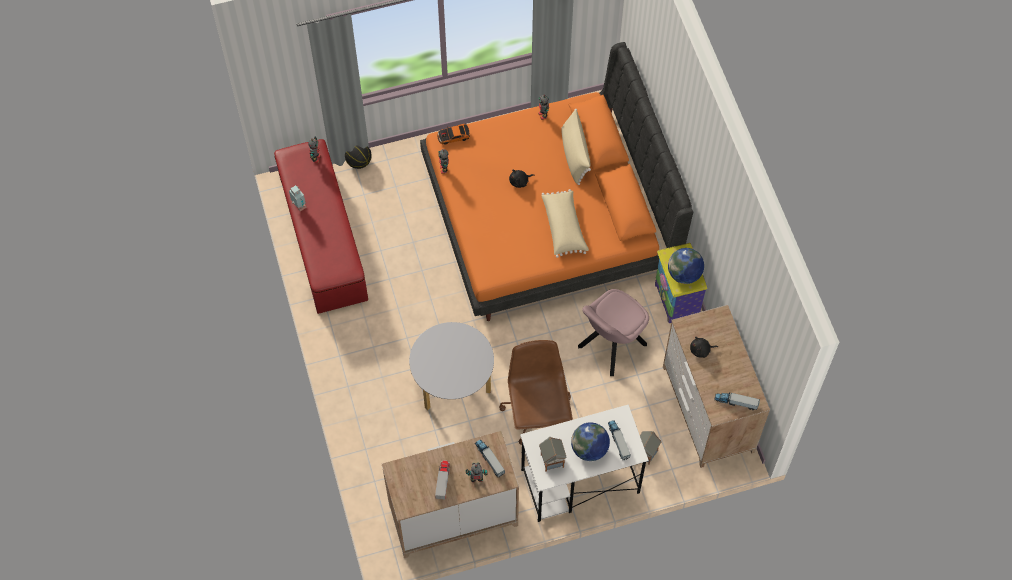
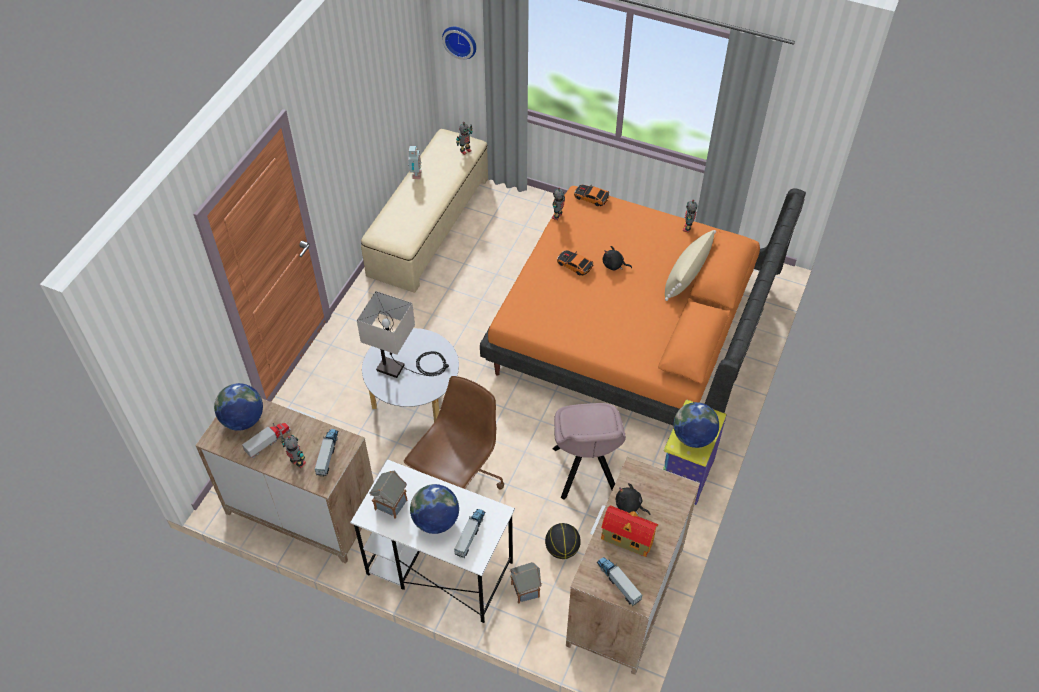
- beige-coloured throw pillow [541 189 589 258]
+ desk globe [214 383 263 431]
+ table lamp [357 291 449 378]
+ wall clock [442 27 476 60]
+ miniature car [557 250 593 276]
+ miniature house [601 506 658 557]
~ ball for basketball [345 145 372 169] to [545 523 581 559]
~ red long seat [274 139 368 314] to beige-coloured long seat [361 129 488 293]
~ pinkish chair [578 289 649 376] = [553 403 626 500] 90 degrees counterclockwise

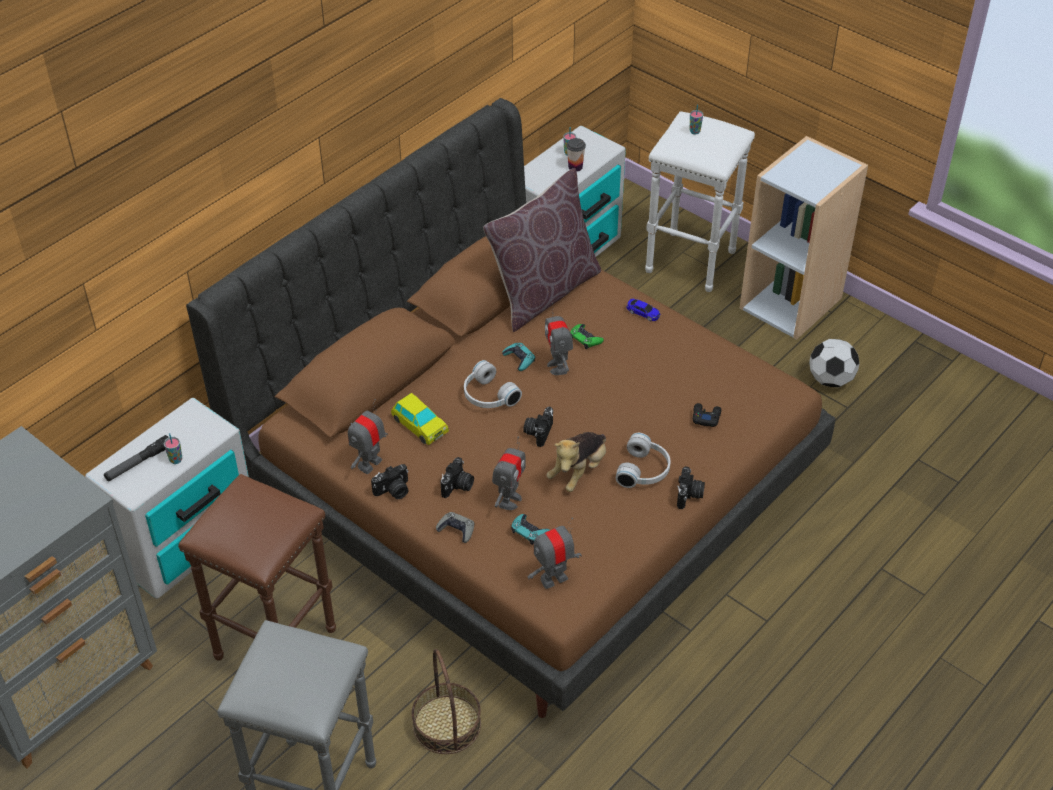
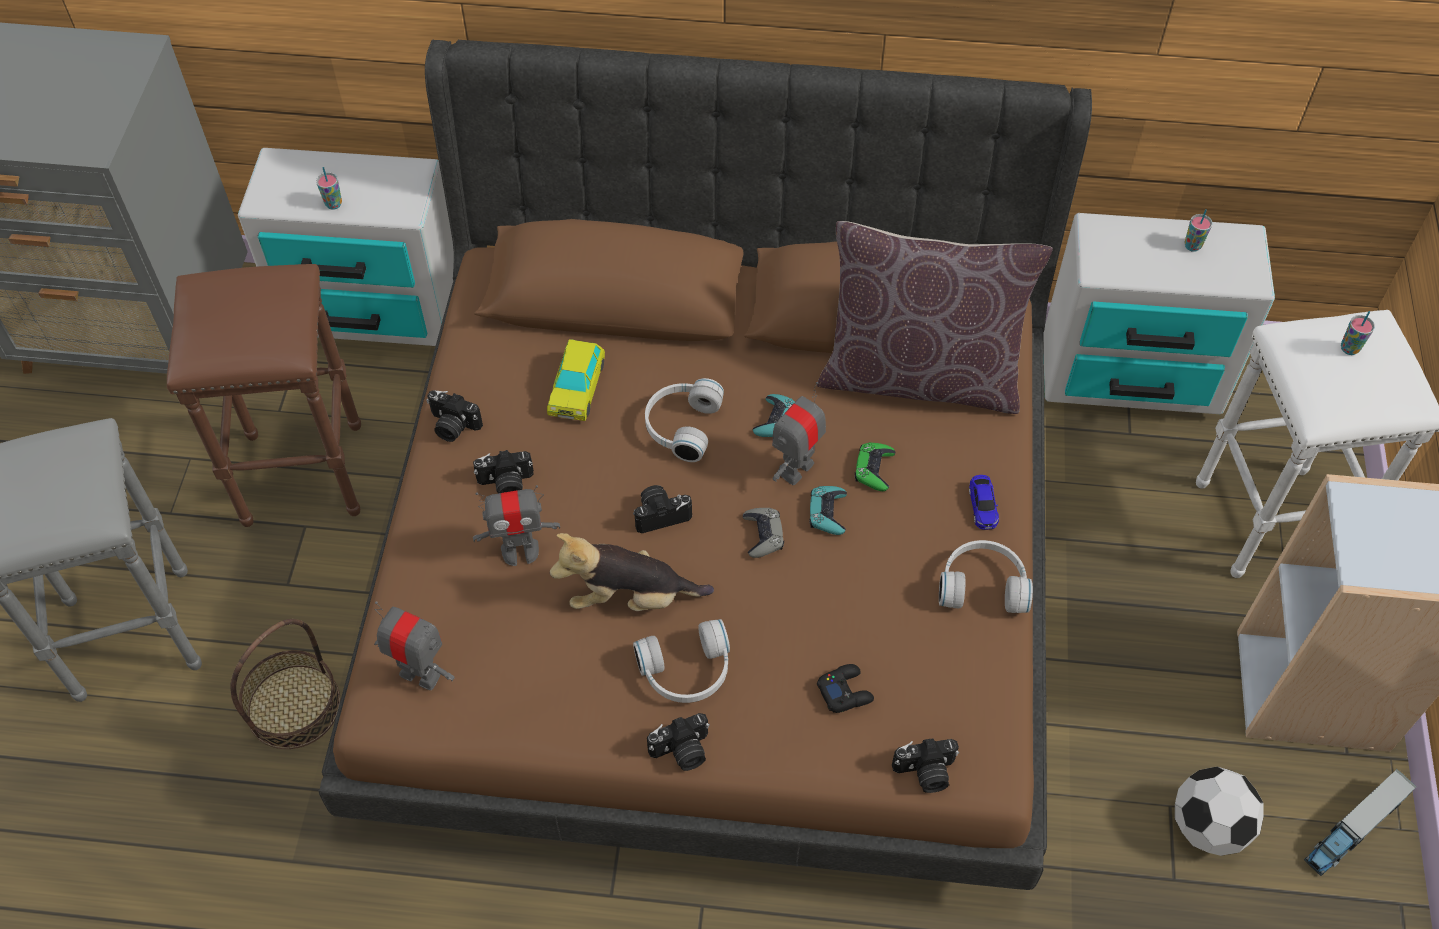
- hand torch [104 435 169 482]
- toy robot [348 399 388 474]
- drinking cup [567 138 586 172]
+ photo camera [892 739 959 793]
+ whitish headphones [939 540 1033 613]
+ toy lorry [1304 769 1417 876]
~ gray joypad [436 512 474 543] to [743 508 784 558]
~ blue-green joypad [511 514 550 545] to [809 486 847 535]

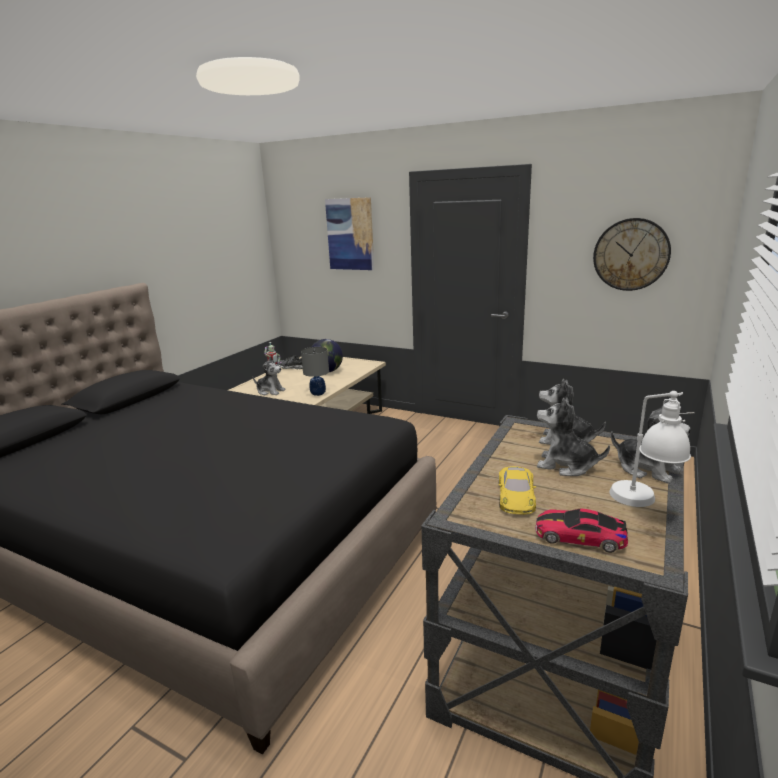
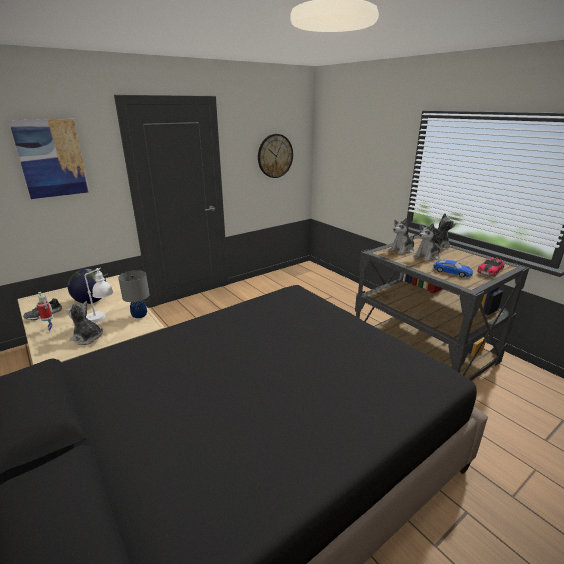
~ whitish table lamp [609 391 695 507] to [85 268 113 323]
~ yellow-coloured miniature car [498 466 536 515] to blue-coloured miniature car [433 260 473 277]
~ cuddly toy [253 356 286 395] = [67 301 103 345] 120 degrees counterclockwise

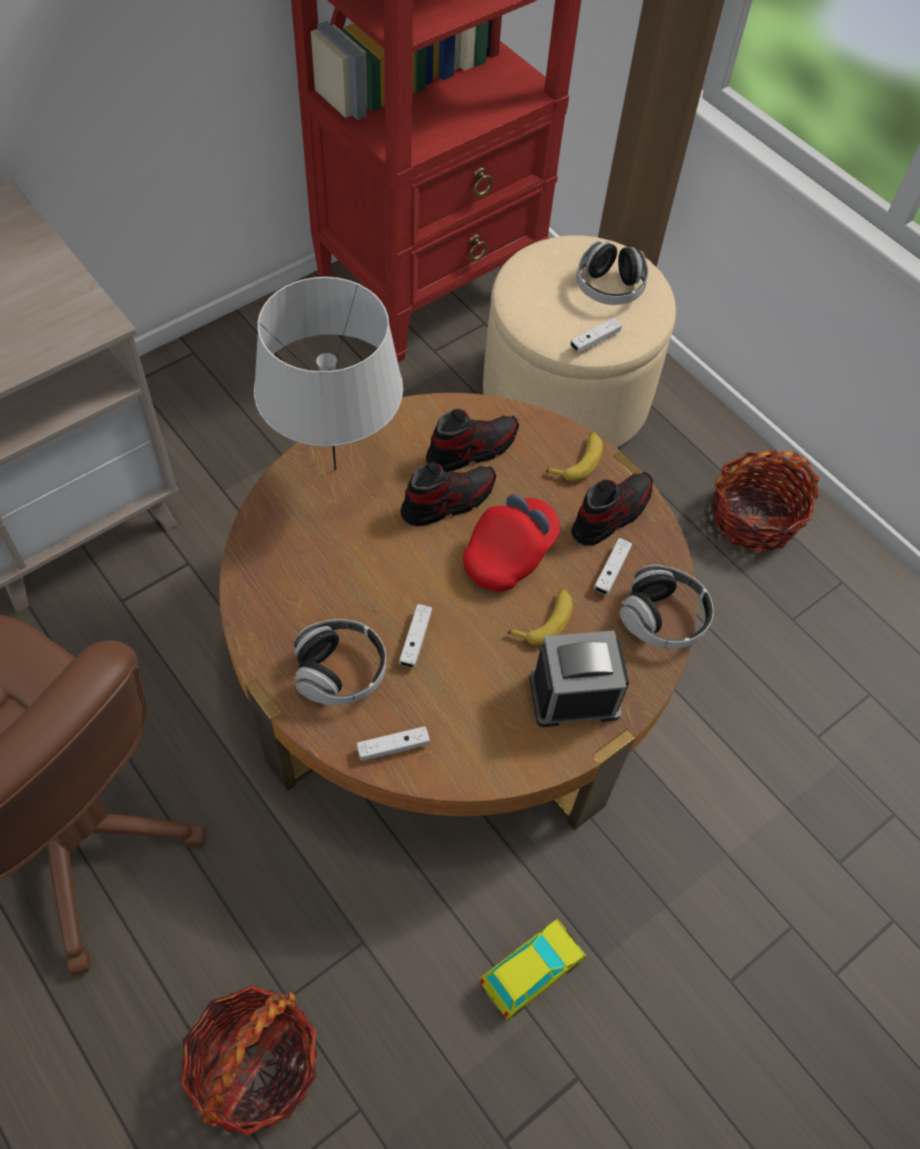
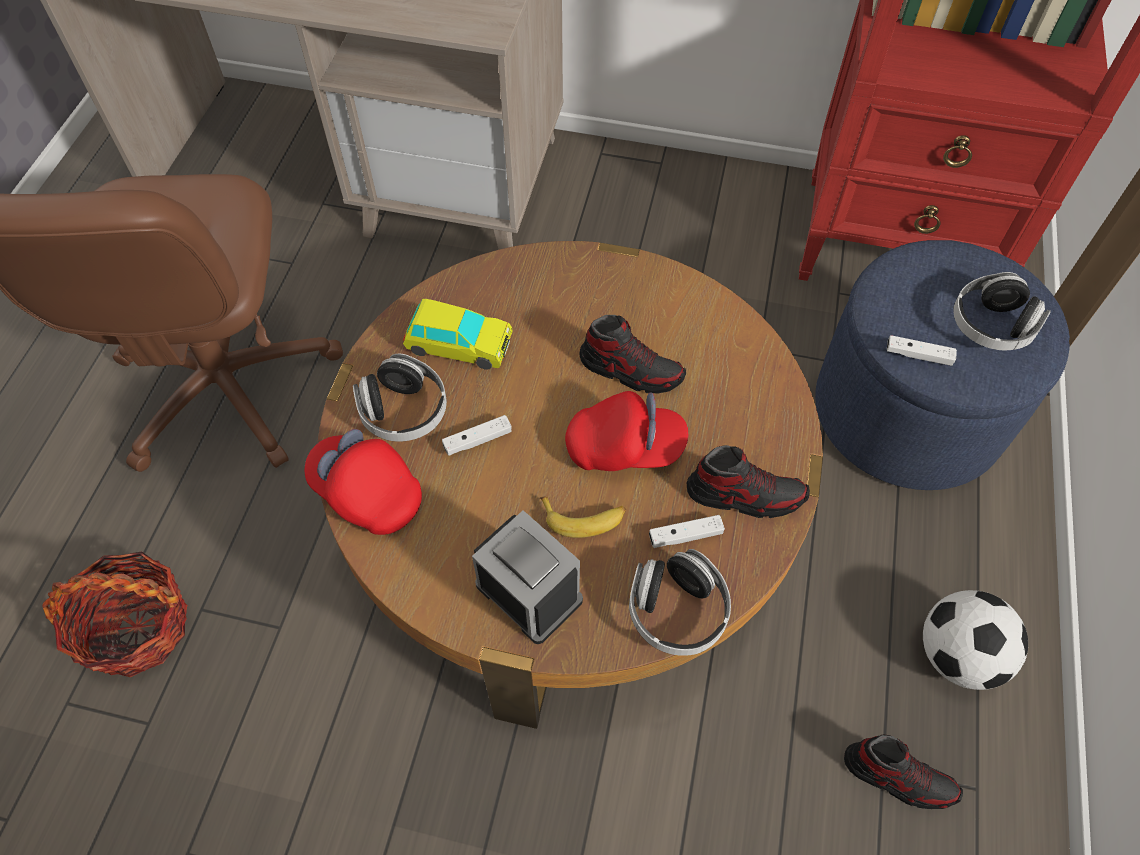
- gray table lamp [254 277 403 471]
- whole banana [545 431 603 481]
~ item of footwear [426 409 519 472] to [844 734 963 809]
~ miniature car [478 919 587 1020] to [403 299 513 370]
~ whitish joypad [357 726 430 761] to red peaked cap [304 429 422 535]
~ storage basket [713 450 820 553] to football ball [923 590 1028 690]
~ beige-coloured pouffe [483 235 676 448] to blue-coloured pouffe [815 240 1070 490]

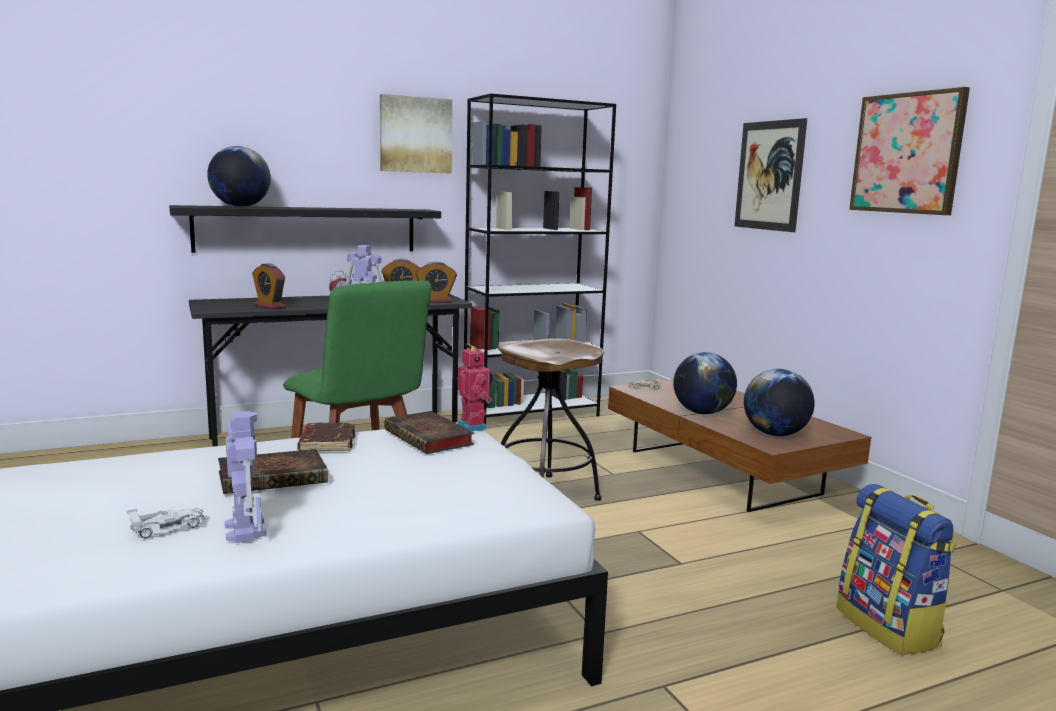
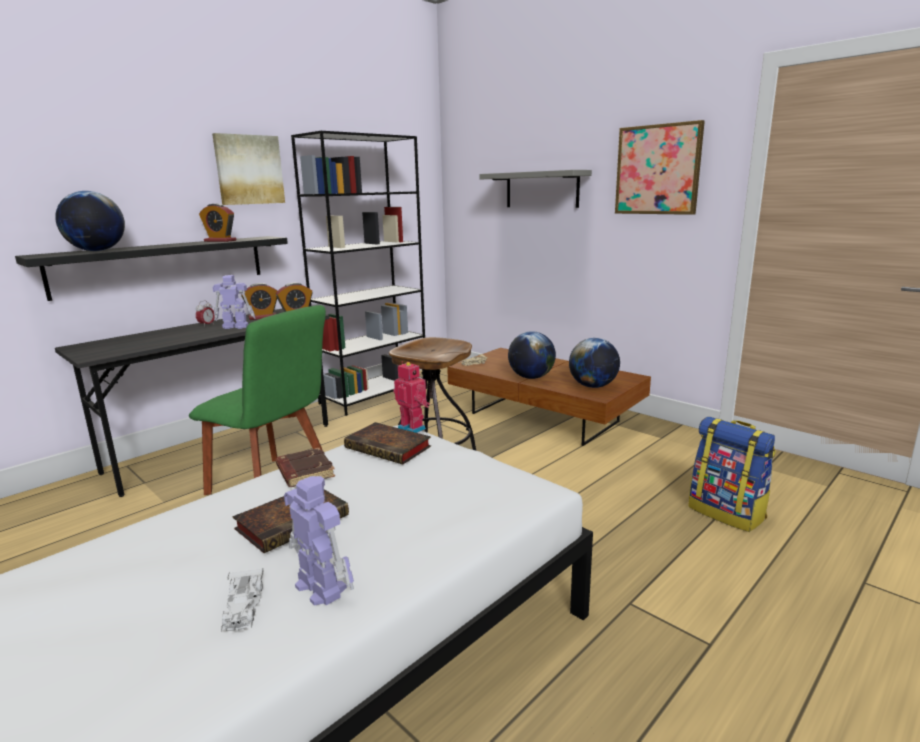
~ alarm clock [252 263 287 310] to [199 204 237 242]
~ picture [734 118 807 232] to gray wall shelf [479 170 592 208]
~ whitish miniature car [127 507 206 538] = [221 569 263 632] 135 degrees clockwise

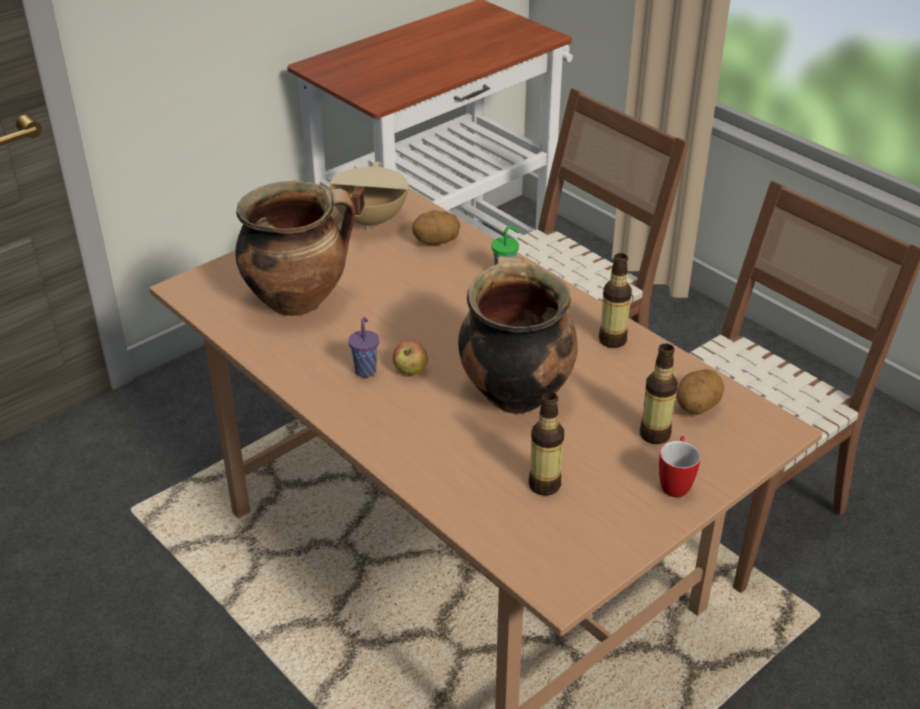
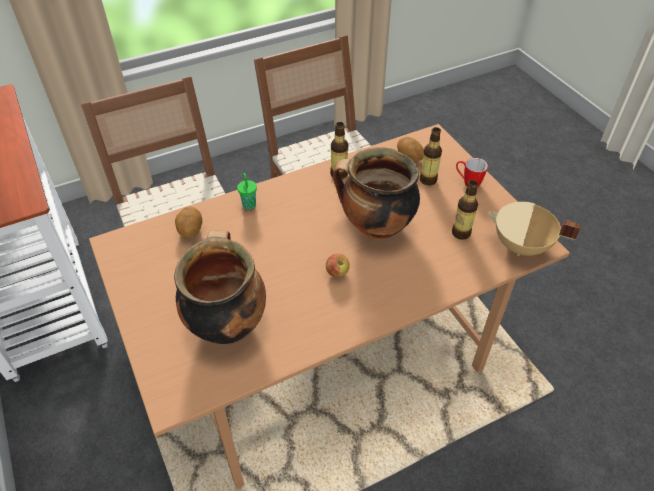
- purplish drinking cup [348 317 379 377]
~ beige-coloured stockpot [329 162 409 230] to [488 202 581 256]

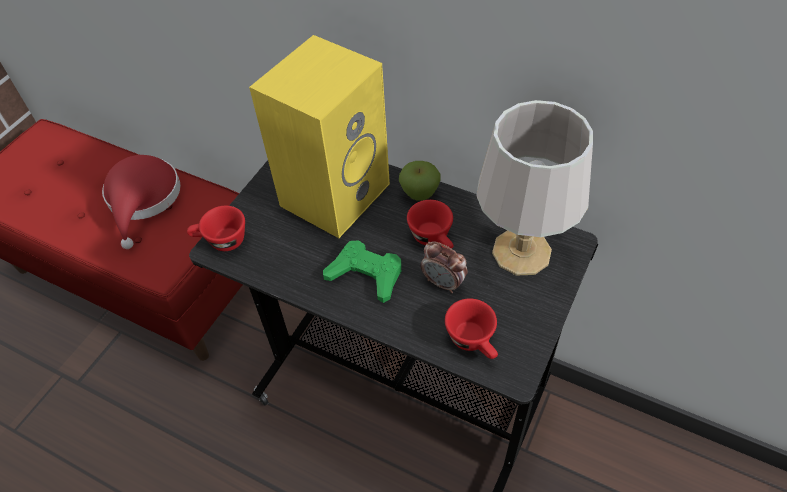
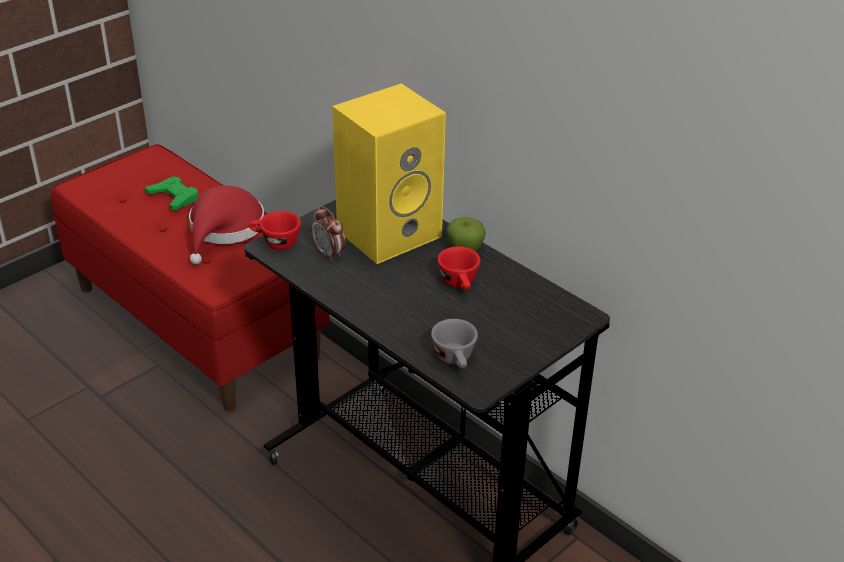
- gray table lamp [476 100 593 276]
~ green-coloured joypad [323 241 401 303] to [145 176 198 210]
~ alarm clock [421 241 467 293] to [312 206 346 261]
~ red drinking cup [445 298 498 359] to gray drinking cup [431 319 478 368]

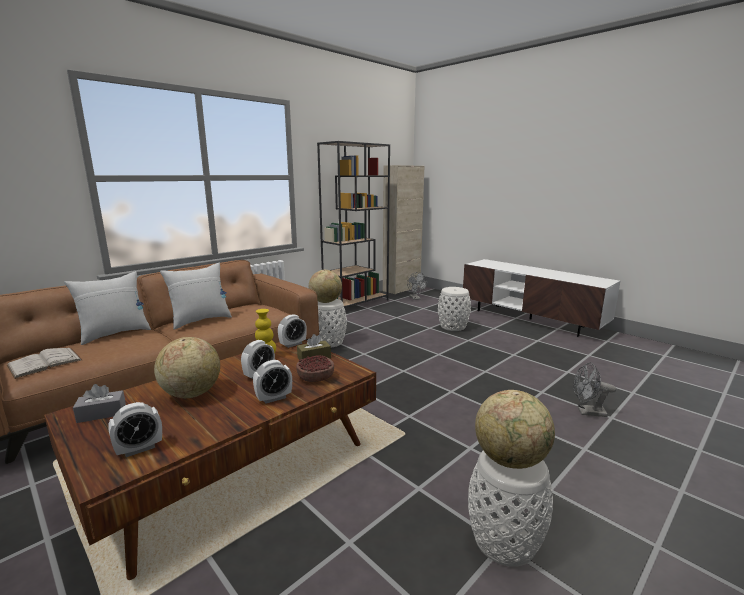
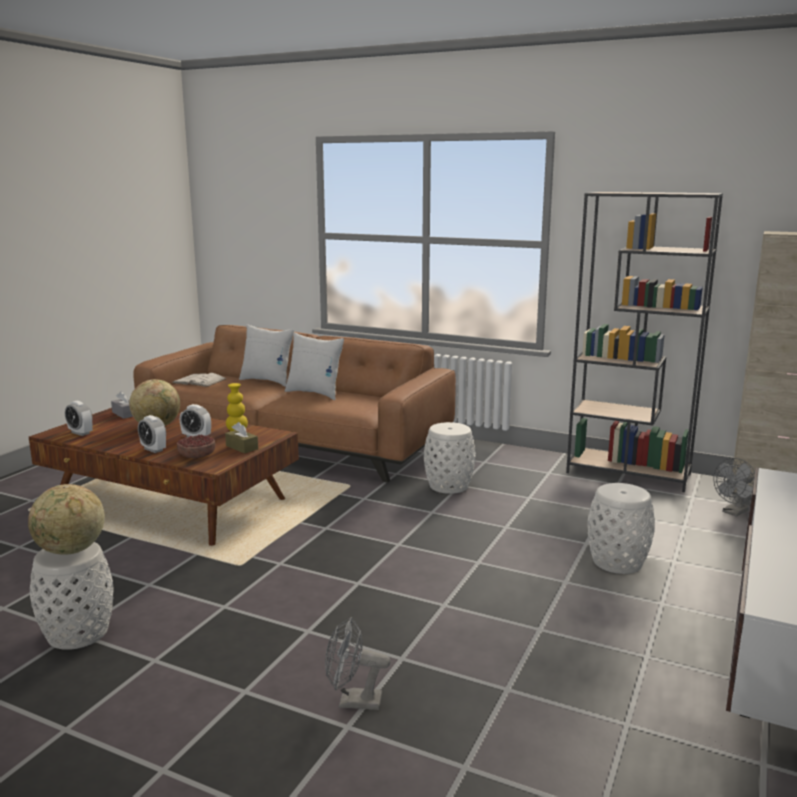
- alarm clock [278 314 307 348]
- desk globe [309 270 342 303]
~ gray electric fan [574 362 616 417] = [325 617 390 710] 75 degrees counterclockwise

